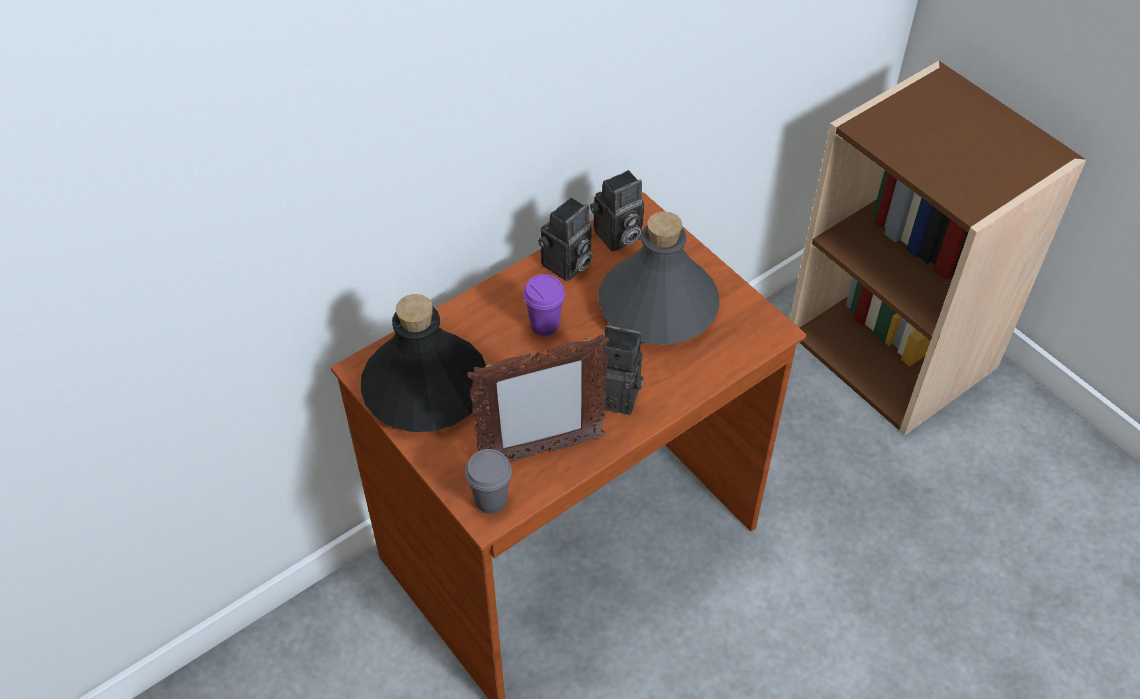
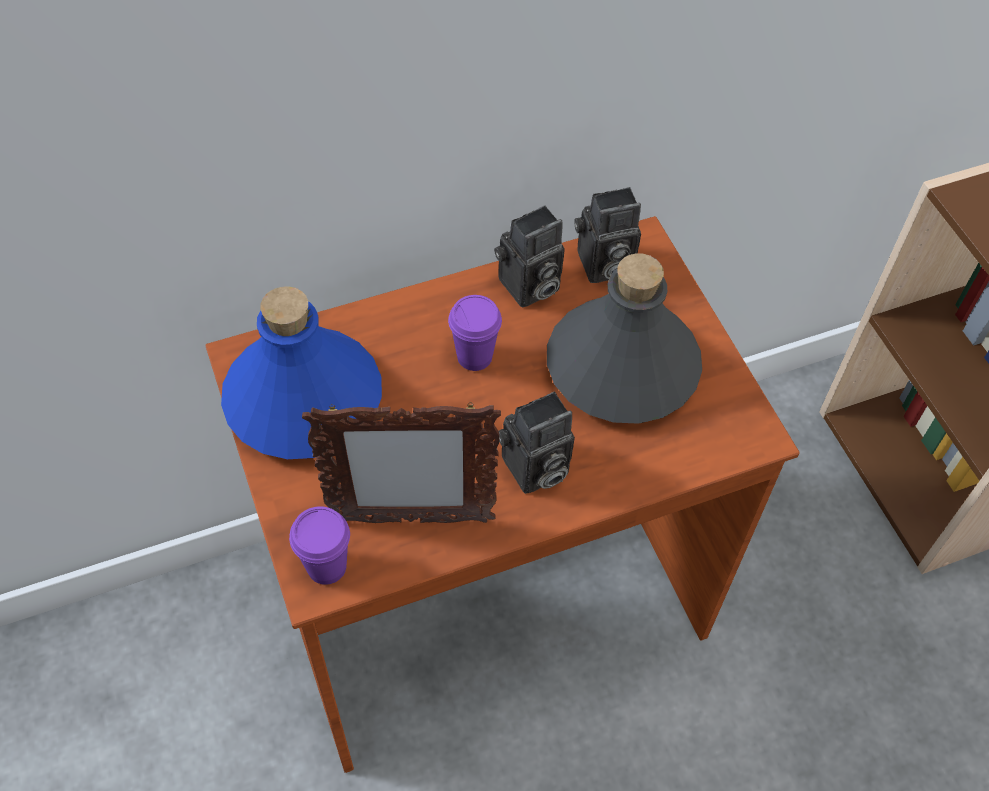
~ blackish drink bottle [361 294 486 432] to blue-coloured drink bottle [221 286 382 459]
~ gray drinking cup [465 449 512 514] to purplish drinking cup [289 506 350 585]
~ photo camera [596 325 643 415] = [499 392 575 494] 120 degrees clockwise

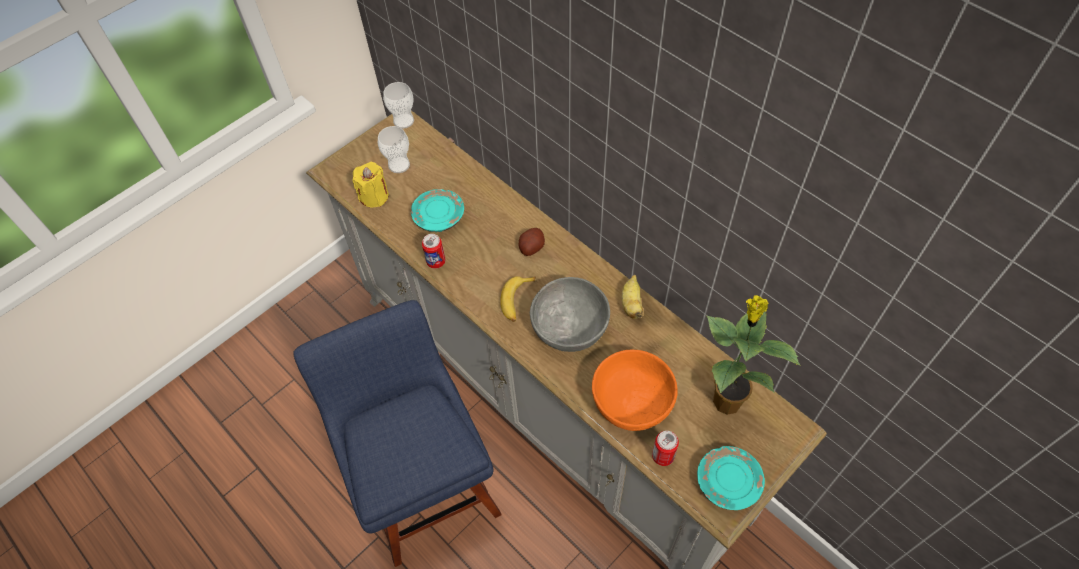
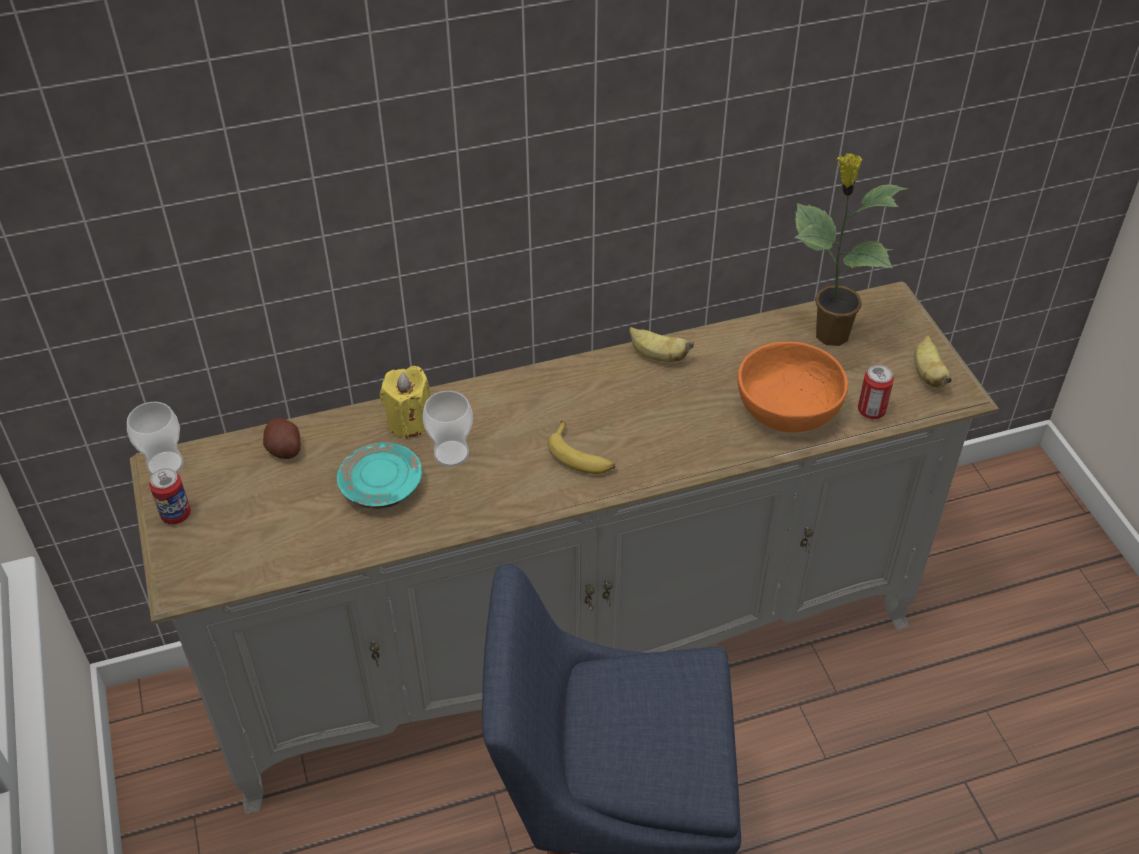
- gray serving bowl [530 277 610 352]
~ yellow-coloured wax candle [353 162 389 208] to [380 366 430 439]
~ drinking cup [378 126 410 173] to [423 391 473 467]
~ can [422 234 445 269] to [149 468 191 524]
~ potato [519 228 545 256] to [263 418 301 459]
~ blue-green dinner plate [697 446 765 510] to whole banana [914 336 952 388]

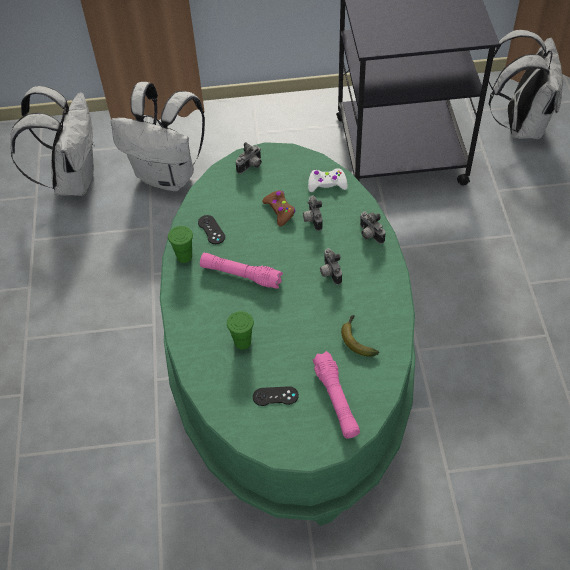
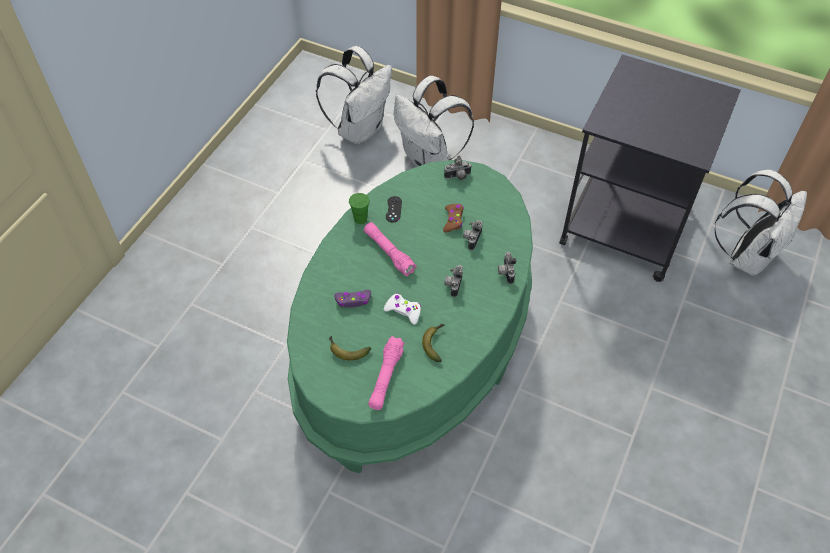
~ whitish joypad [308 168 348 192] to [384 293 421 325]
~ green-coloured drinking cup [227 311 254 350] to purplish joypad [334 290 371 308]
~ blackish joypad [253 386 299 406] to whole banana [329 336 371 360]

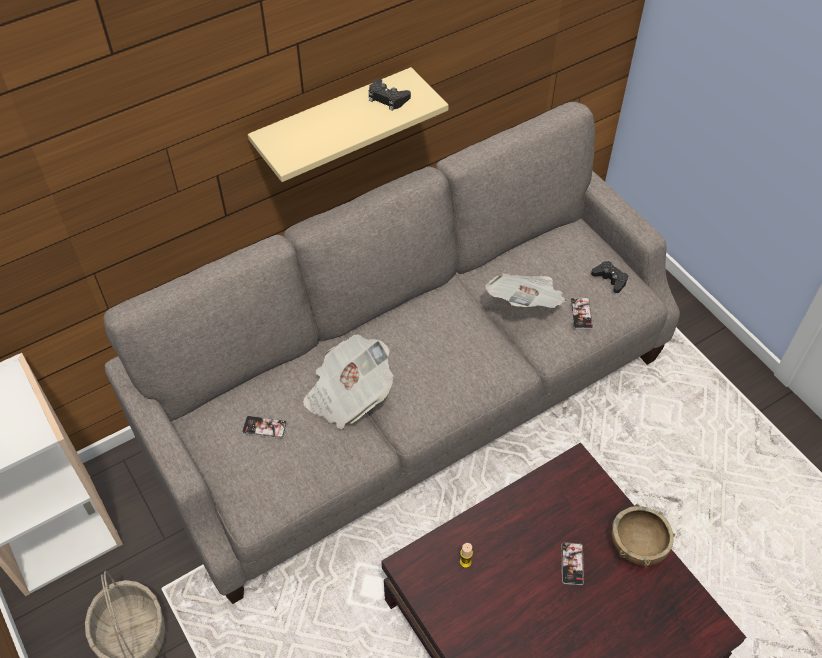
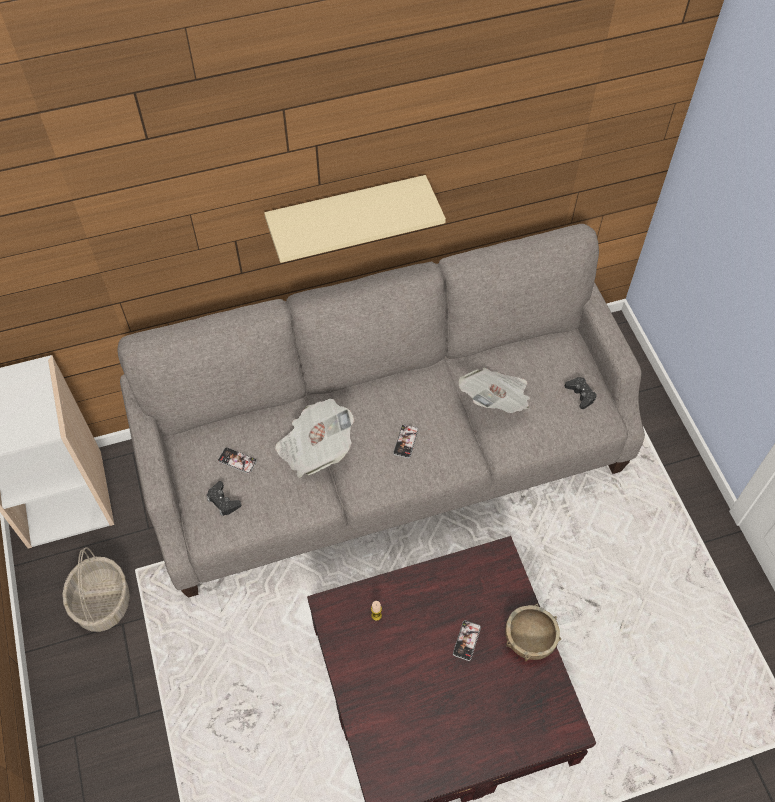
~ blackish joypad [369 78 411 111] to [207 481 241 516]
~ phone [570 298 593 329] to [393 424 419 458]

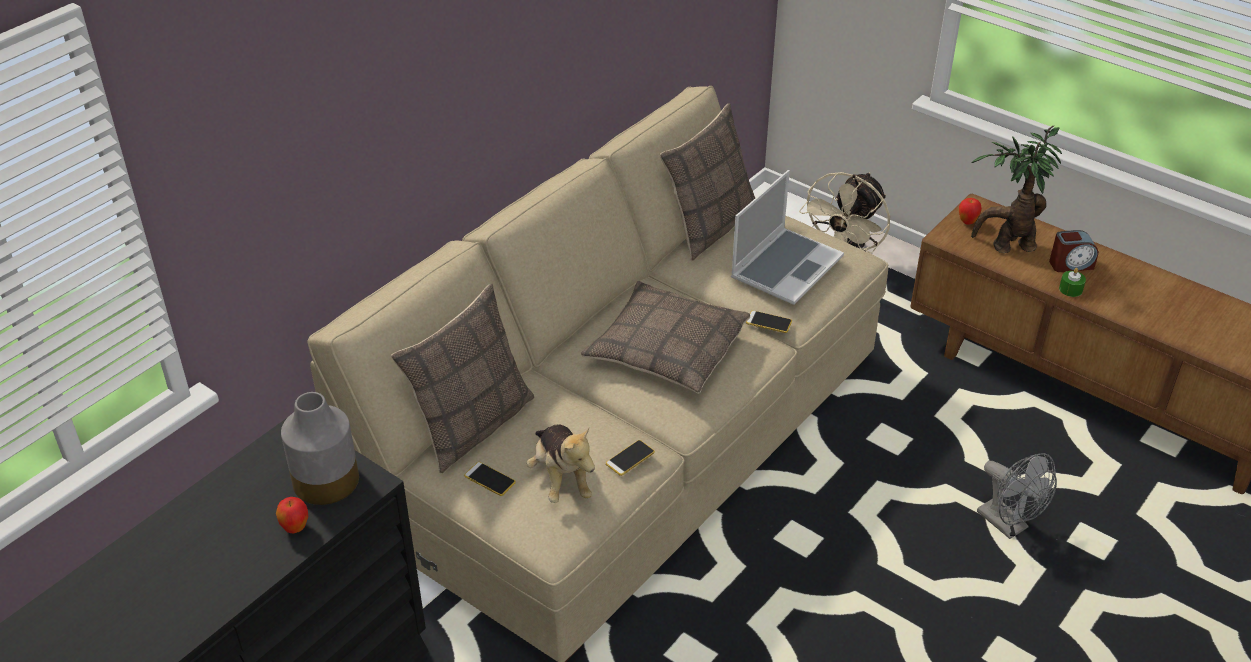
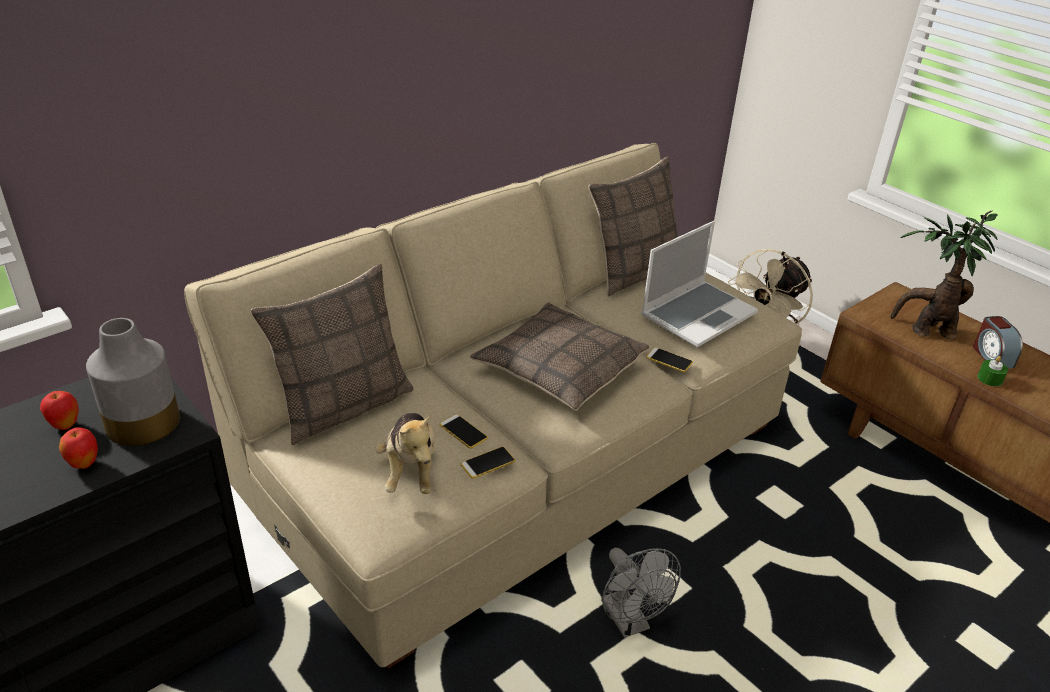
~ phone [464 462 516 496] to [439 414 488 449]
~ apple [959 198 982 225] to [40 391 79 430]
~ gray electric fan [977 453 1057 539] to [601 548 681 638]
~ alarm clock [1049 230 1098 272] = [973 316 1023 369] 75 degrees clockwise

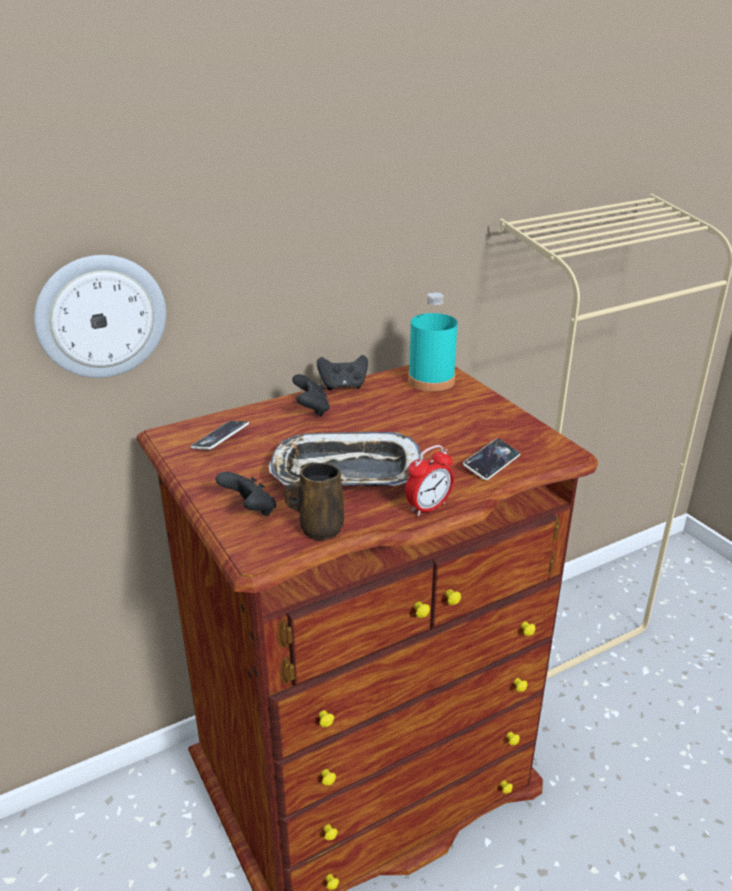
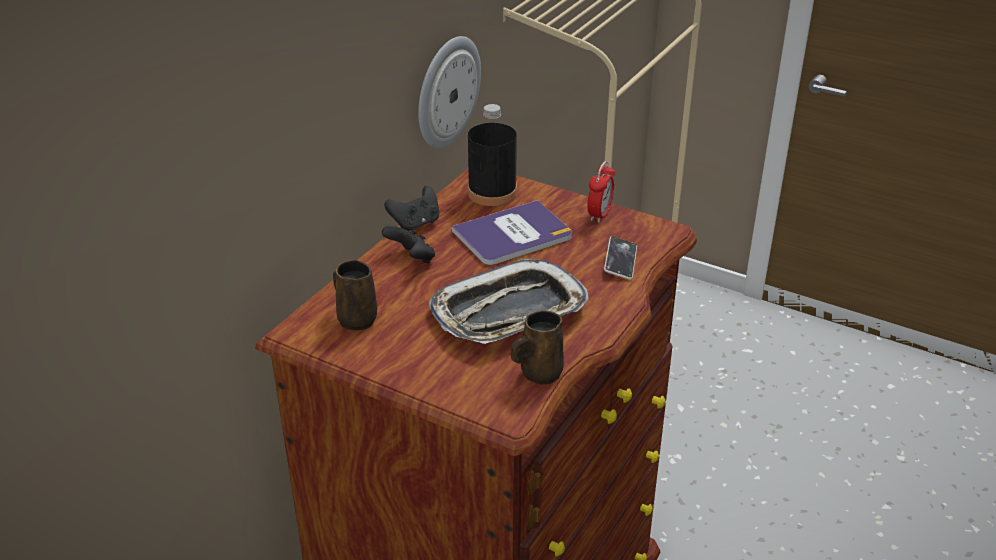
- blackish joypad [216 472 276 516]
+ bound book [452 200 572 265]
~ wall clock [34 255 166 378] to [418 36 481 148]
~ alarm clock [405 445 454 516] to [587 161 615 223]
~ phone [190 421 249 450] to brownish mug [333 260 377 331]
~ blue-green drink bottle [408 292 458 392] to blackish drink bottle [468 104 517 206]

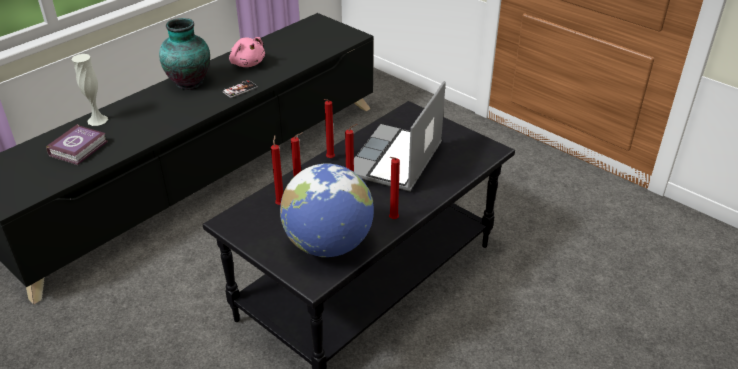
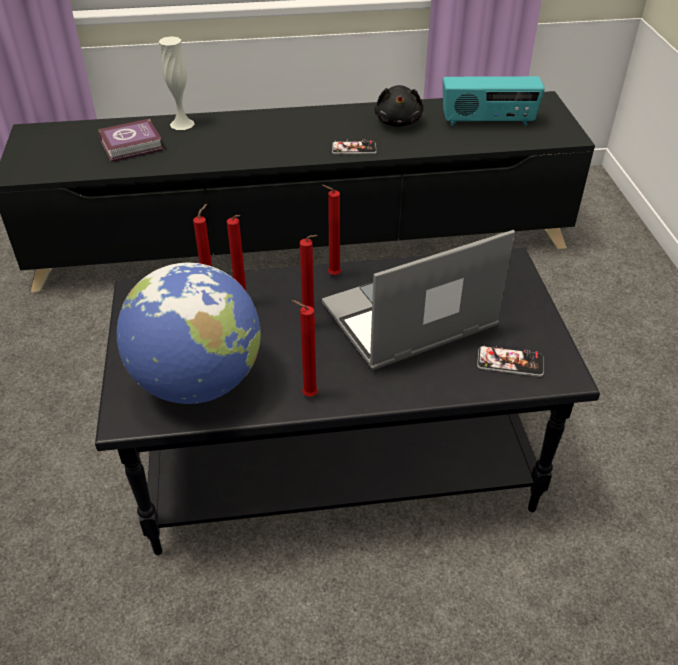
- decorative vase [159 18 210 90]
+ radio receiver [443 76 545 126]
+ phone [477 346 544 377]
~ pinkish cuddly toy [229 37 265 67] to blackish cuddly toy [375 85 424 127]

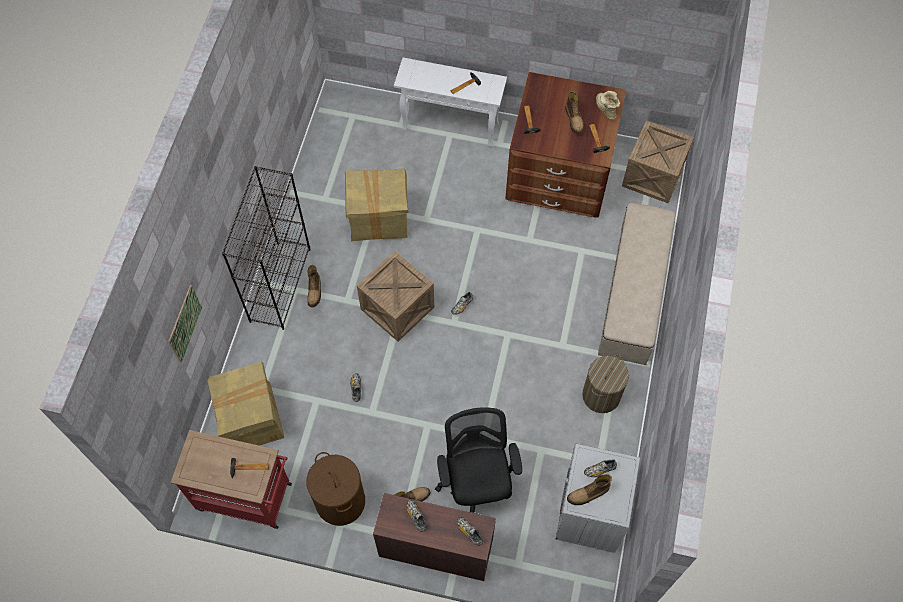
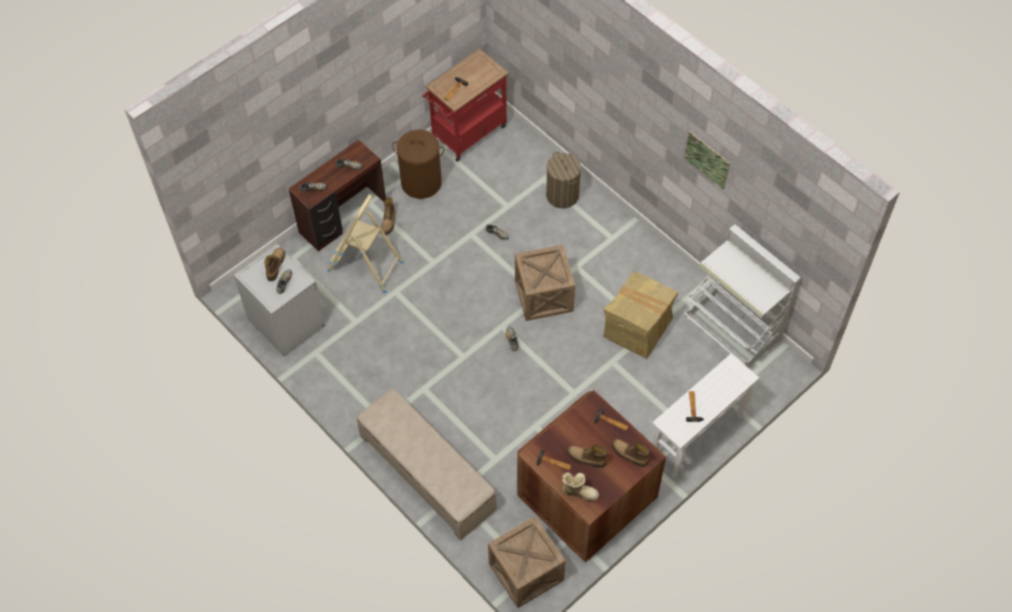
- packing box [207 362 284 446]
- blackish bookcase [222 166 311 330]
+ whitish shoe rack [684 224 801 369]
~ picture [169 285 202 362] to [684 131 730 190]
~ tall boot [307 265 321 307] to [612 439 649 467]
~ hamper [582 355 629 413] to [546 152 581 208]
~ blackish office chair [435 407 522 513] to beige-coloured step stool [327 194 404 293]

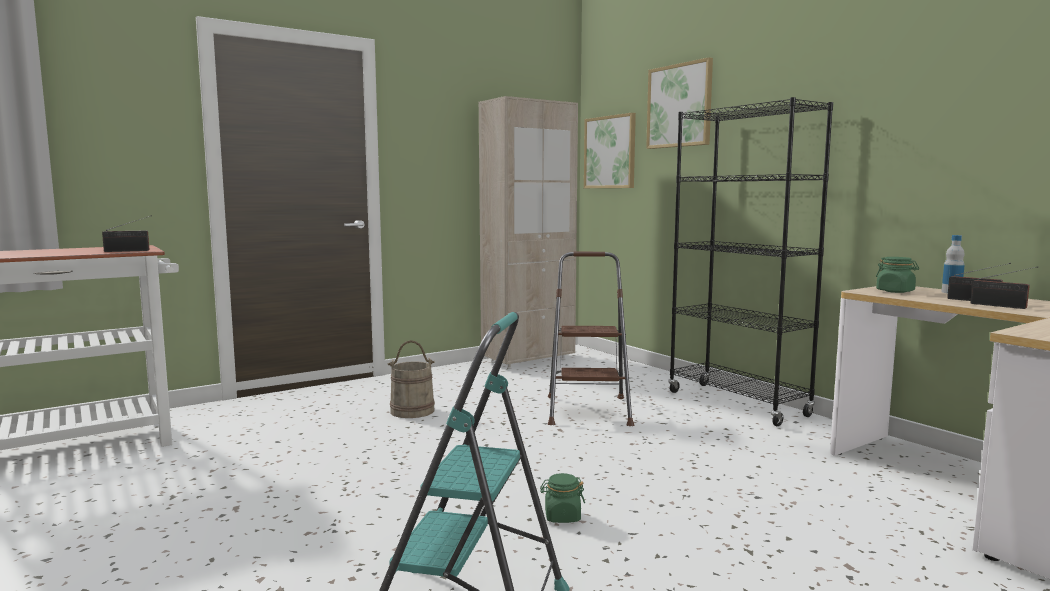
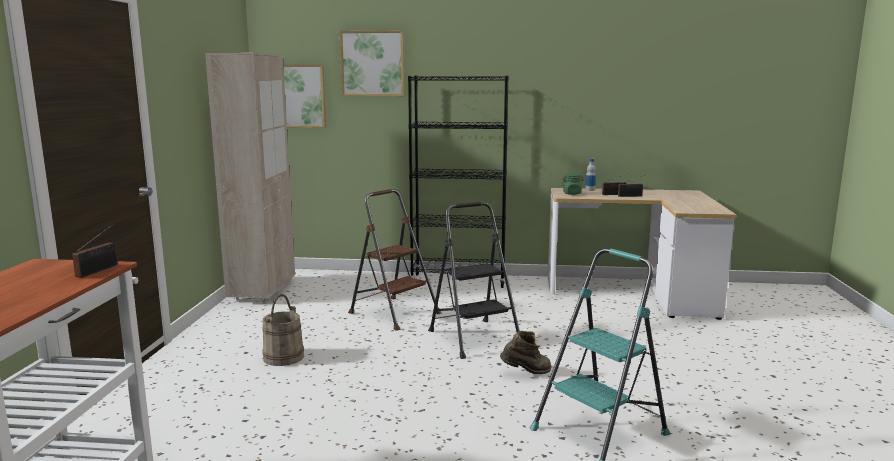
+ blackish step stool [428 202 520 359]
~ green-coloured storage jar [540 473 585 523] to brownish tall boot [500 331 552 374]

